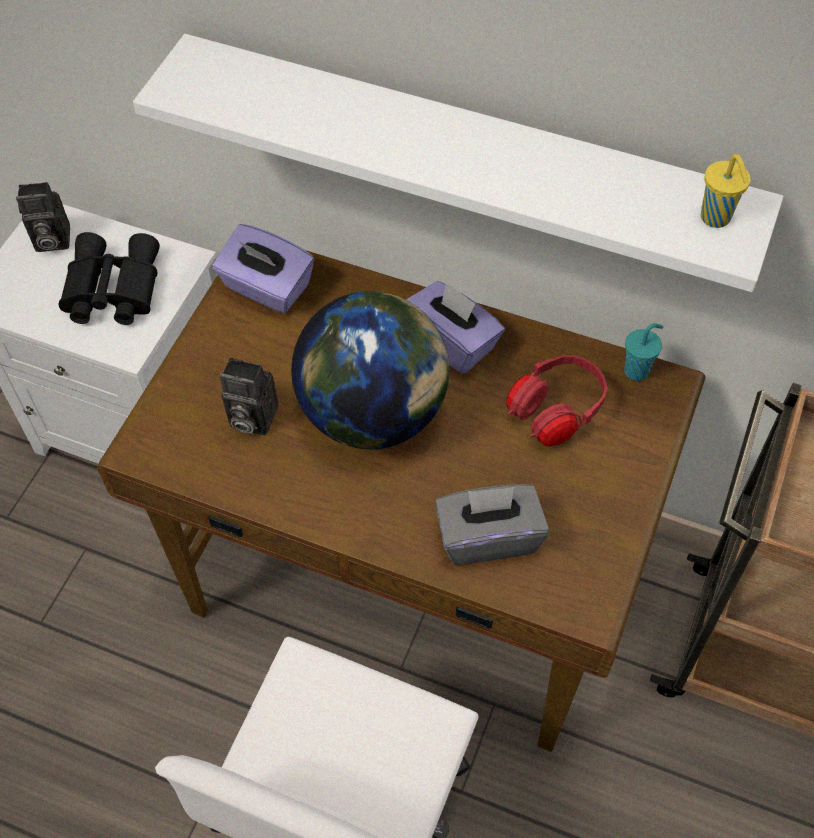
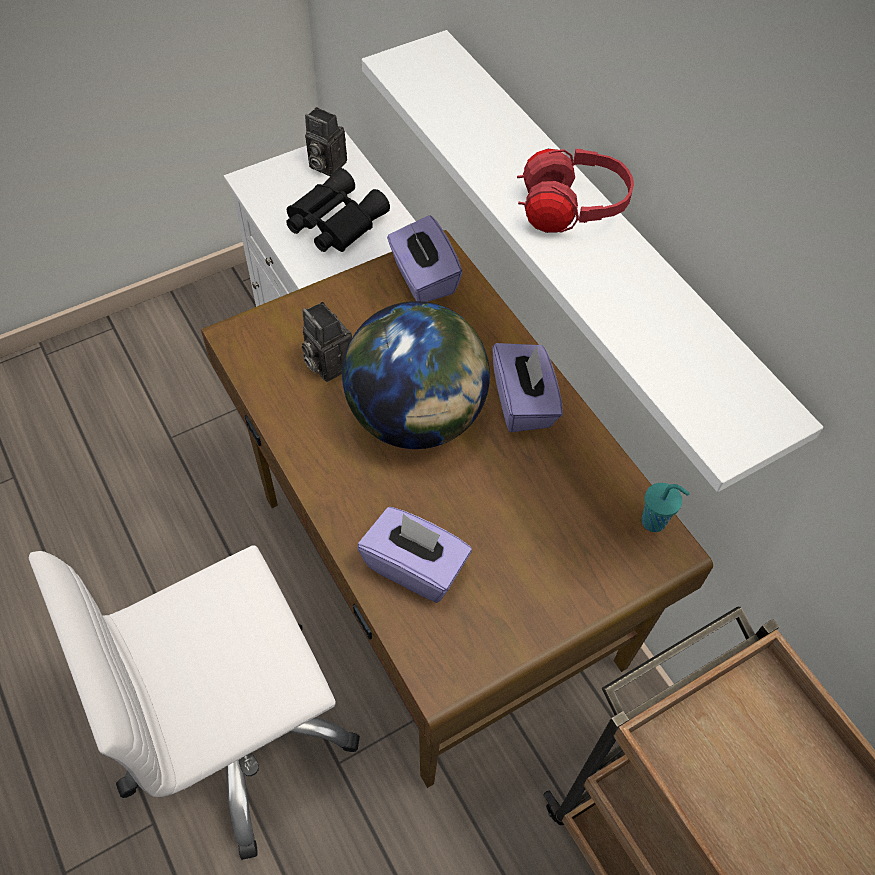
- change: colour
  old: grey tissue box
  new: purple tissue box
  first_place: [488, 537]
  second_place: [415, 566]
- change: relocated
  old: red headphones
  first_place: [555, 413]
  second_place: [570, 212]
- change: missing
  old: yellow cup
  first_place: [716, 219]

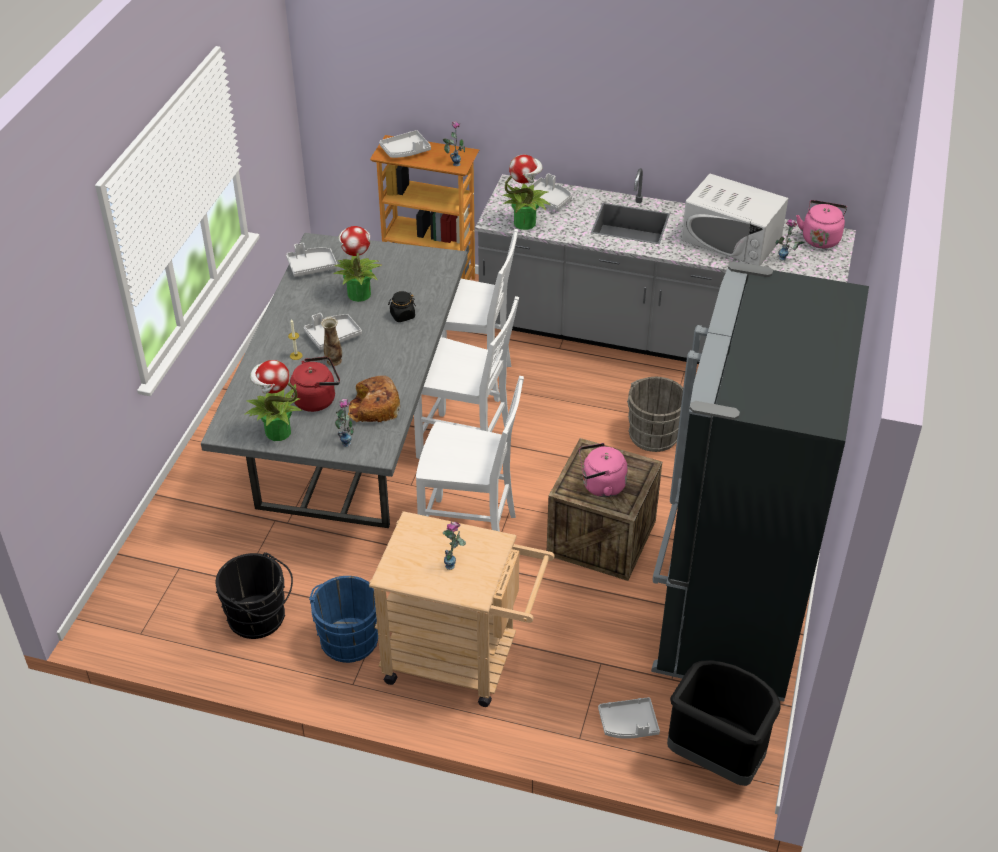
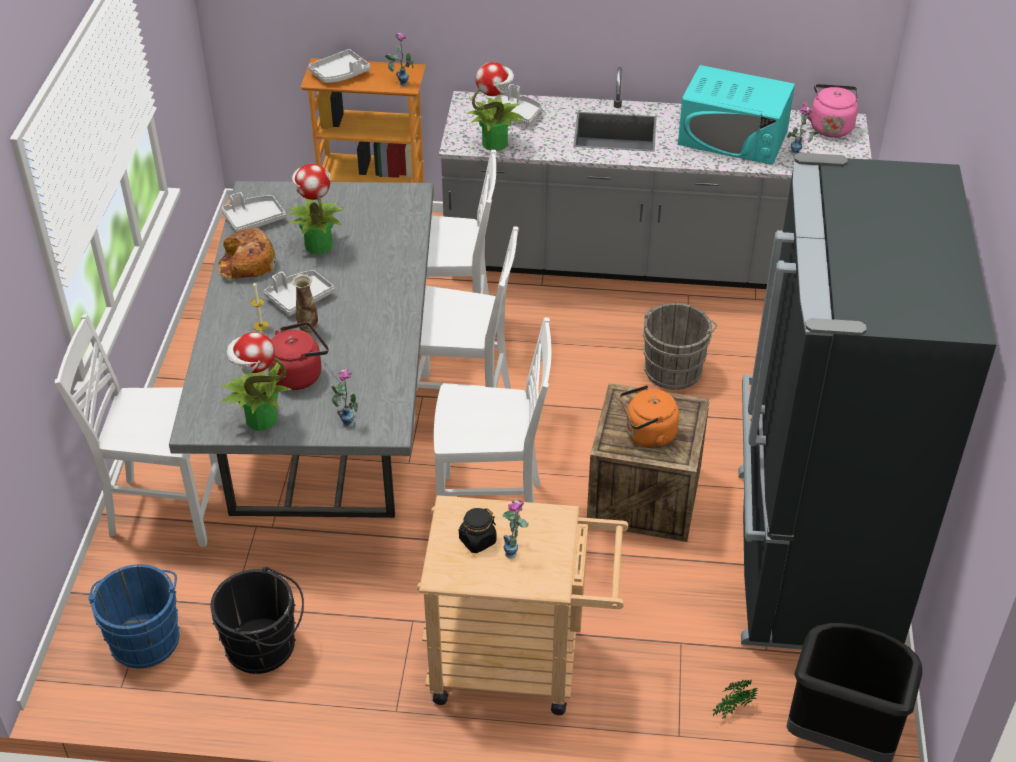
- change: relocated
  old: blue bucket
  first_place: [350, 637]
  second_place: [145, 637]
- change: relocated
  old: bread
  first_place: [374, 408]
  second_place: [246, 264]
- change: relocated
  old: black jar
  first_place: [402, 316]
  second_place: [477, 541]
- change: colour
  old: pink kettle
  new: orange kettle
  first_place: [600, 486]
  second_place: [647, 435]
- change: exchanged
  old: grey tray
  new: potted plant
  first_place: [628, 724]
  second_place: [731, 710]
- change: colour
  old: white microwave
  new: turquoise microwave
  first_place: [731, 239]
  second_place: [733, 137]
- change: appeared
  new: white chair
  second_place: [164, 509]

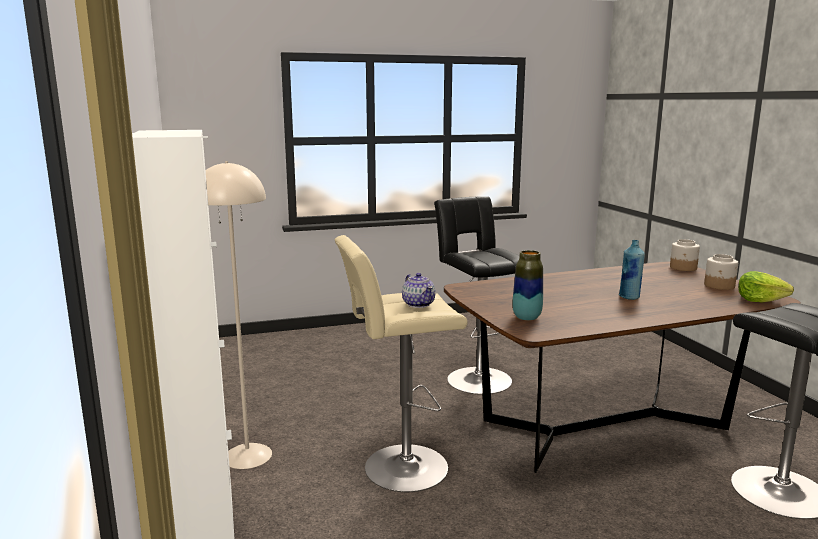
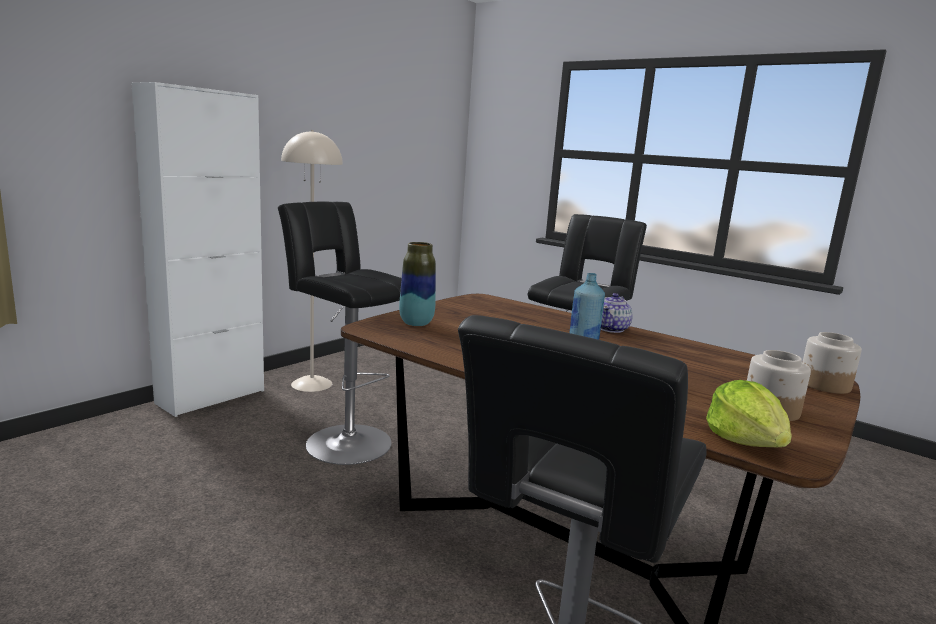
- change: colour
  old: beige stool
  new: black stool
  first_place: [400, 468]
  second_place: [344, 441]
- change: relocated
  old: teapot
  first_place: [418, 304]
  second_place: [611, 329]

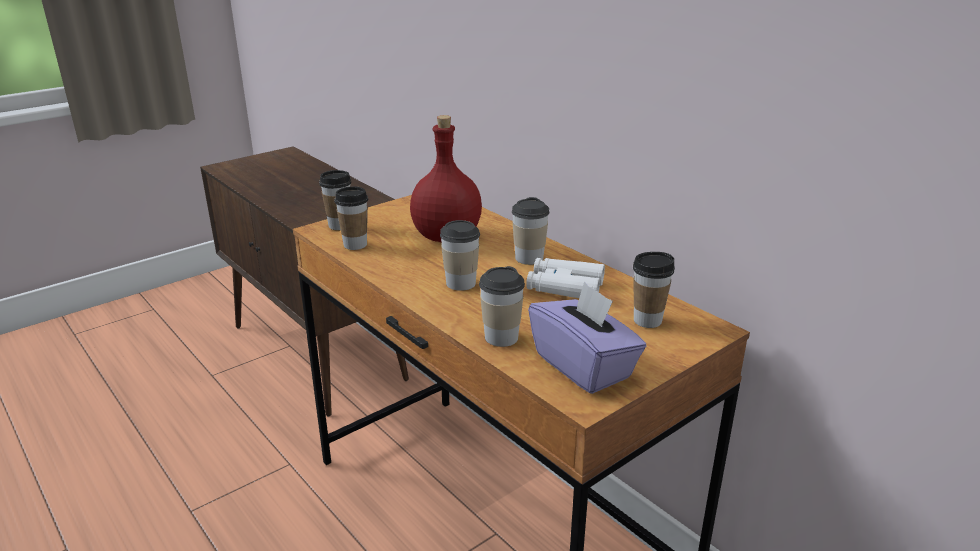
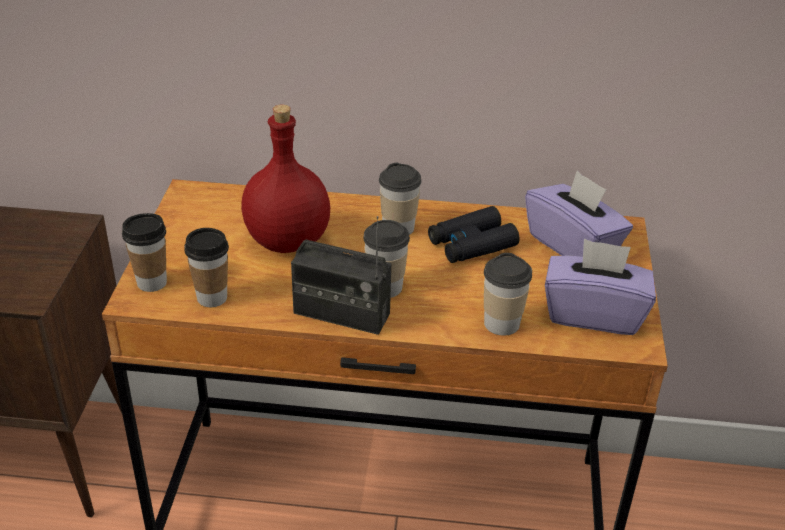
- change: colour
  old: white binoculars
  new: black binoculars
  first_place: [565, 287]
  second_place: [471, 244]
- change: exchanged
  old: cup
  new: purple tissue box
  first_place: [647, 320]
  second_place: [573, 245]
- change: appeared
  new: radio
  second_place: [341, 314]

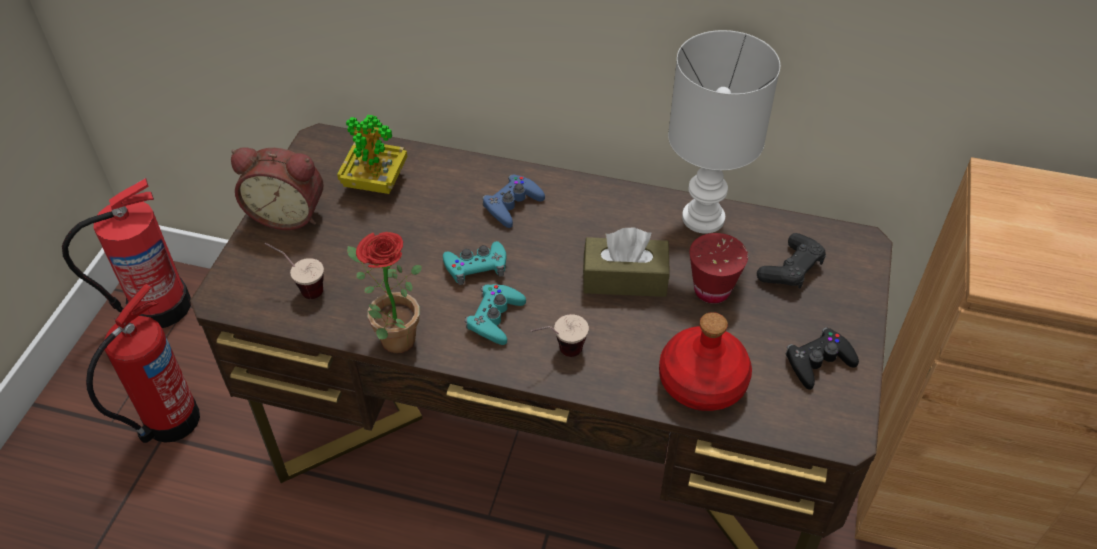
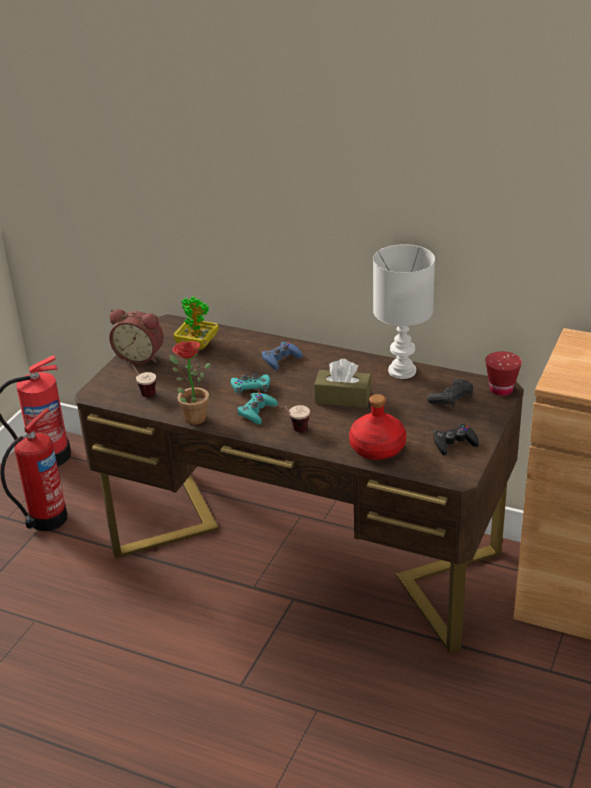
- change: relocated
  old: red cup
  first_place: [712, 290]
  second_place: [501, 390]

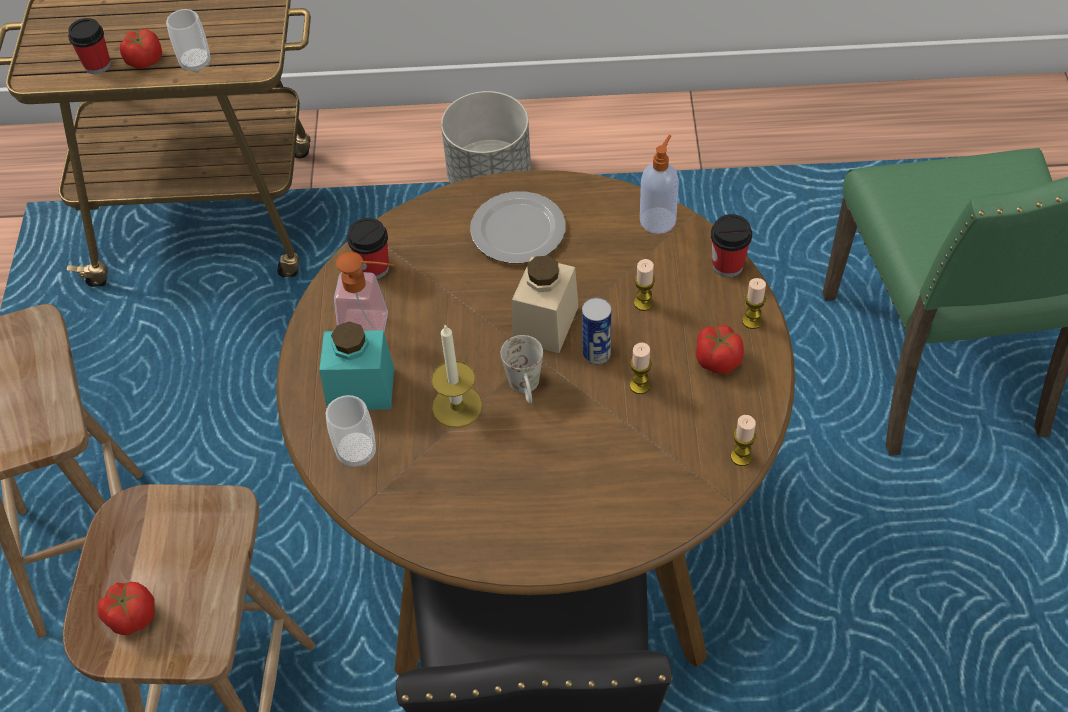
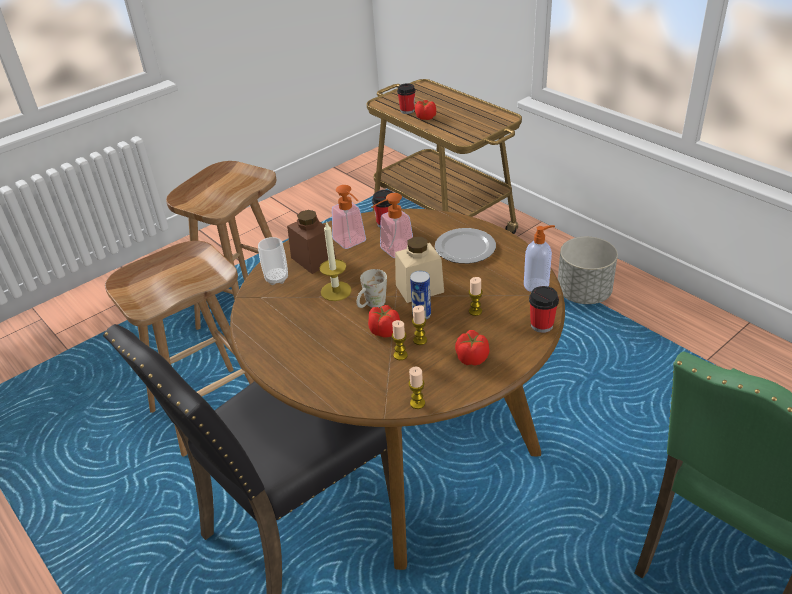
- change: relocated
  old: tomato
  first_place: [132, 616]
  second_place: [384, 330]
- change: missing
  old: cup
  first_place: [195, 63]
- change: colour
  old: turquoise jar
  new: brown jar
  first_place: [361, 389]
  second_place: [313, 259]
- change: relocated
  old: candle
  first_place: [752, 321]
  second_place: [400, 355]
- change: appeared
  new: soap dispenser
  second_place: [392, 251]

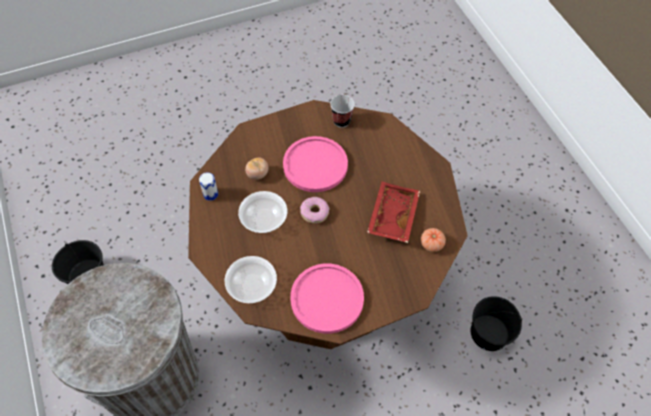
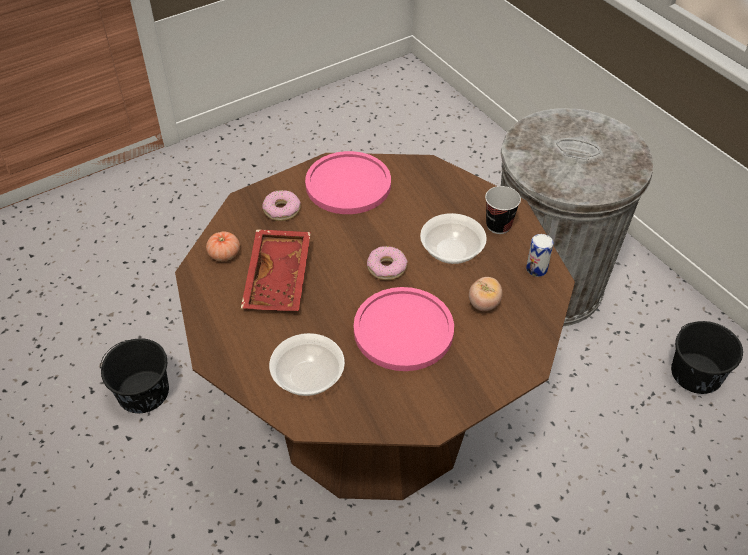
- change: relocated
  old: bowl
  first_place: [252, 286]
  second_place: [307, 376]
- change: relocated
  old: cup
  first_place: [341, 121]
  second_place: [498, 225]
- change: appeared
  new: donut
  second_place: [282, 210]

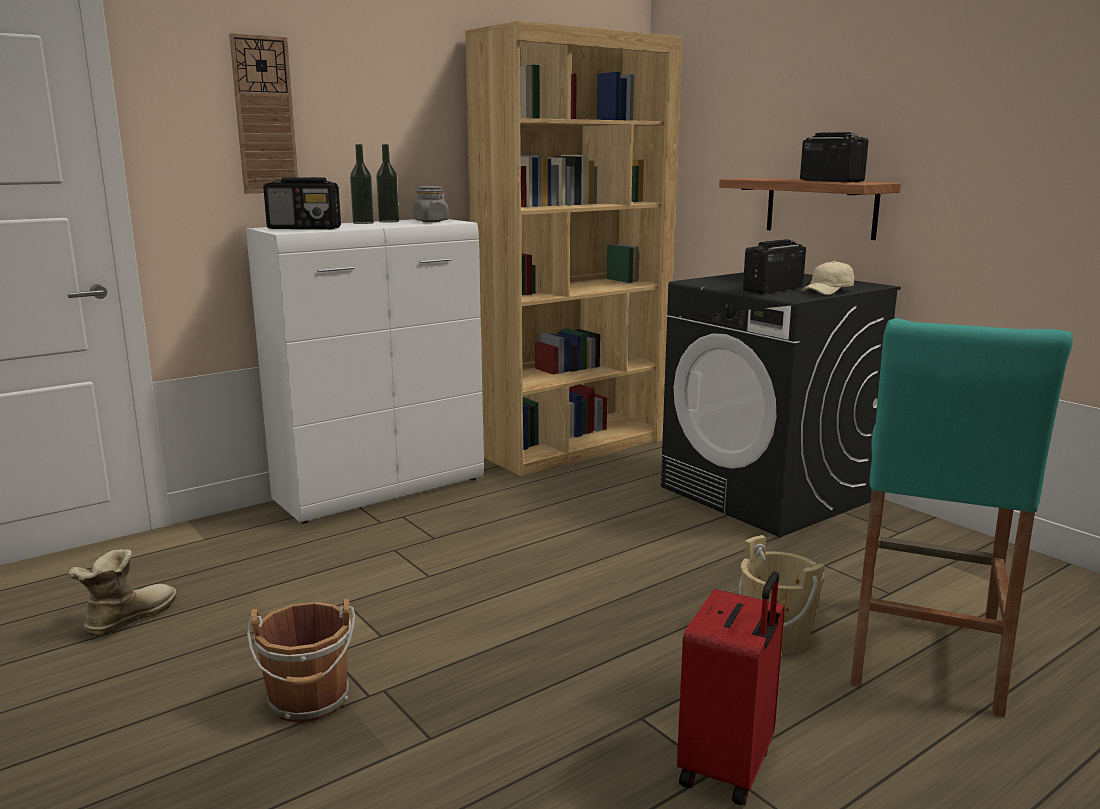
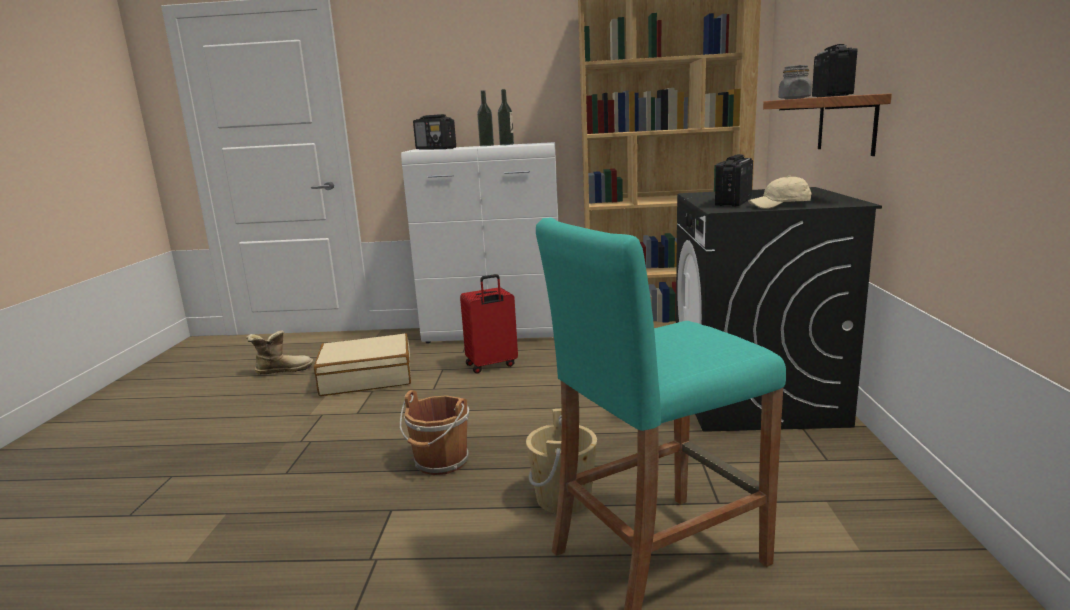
- change: missing
  old: wall clock
  first_place: [264, 115]
- change: relocated
  old: brown bucket
  first_place: [309, 702]
  second_place: [440, 463]
- change: relocated
  old: grey jar
  first_place: [431, 221]
  second_place: [794, 99]
- change: relocated
  old: red suitcase
  first_place: [728, 768]
  second_place: [491, 365]
- change: spun
  old: radio
  first_place: [772, 290]
  second_place: [733, 202]
  degrees: -60
- change: appeared
  new: beige suitcase
  second_place: [367, 378]

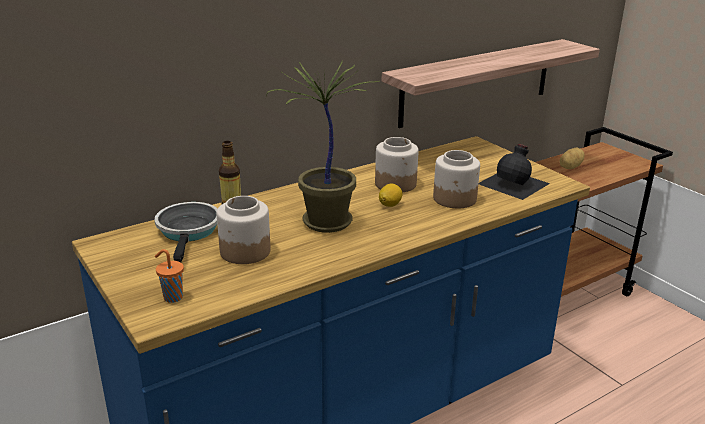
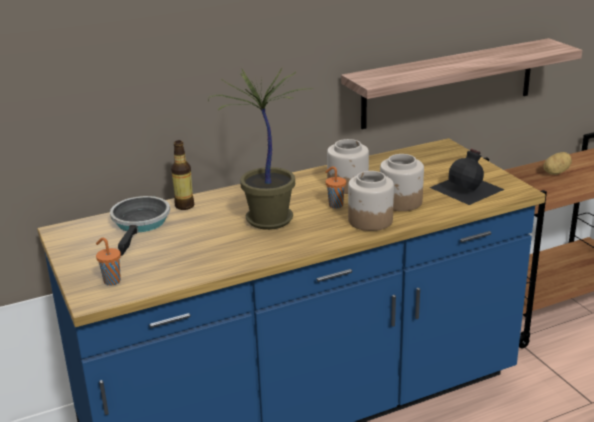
- change: relocated
  old: jar
  first_place: [244, 251]
  second_place: [370, 220]
- change: exchanged
  old: lemon
  new: orange cup
  first_place: [390, 204]
  second_place: [335, 205]

